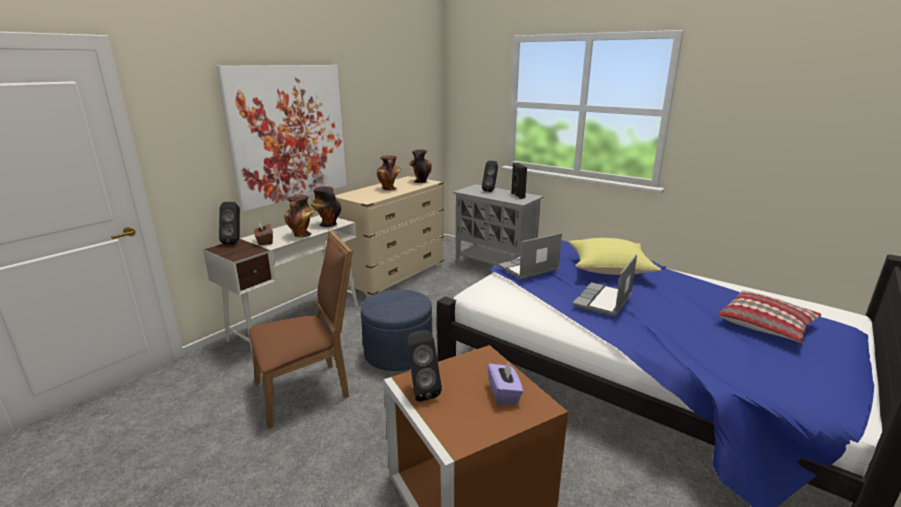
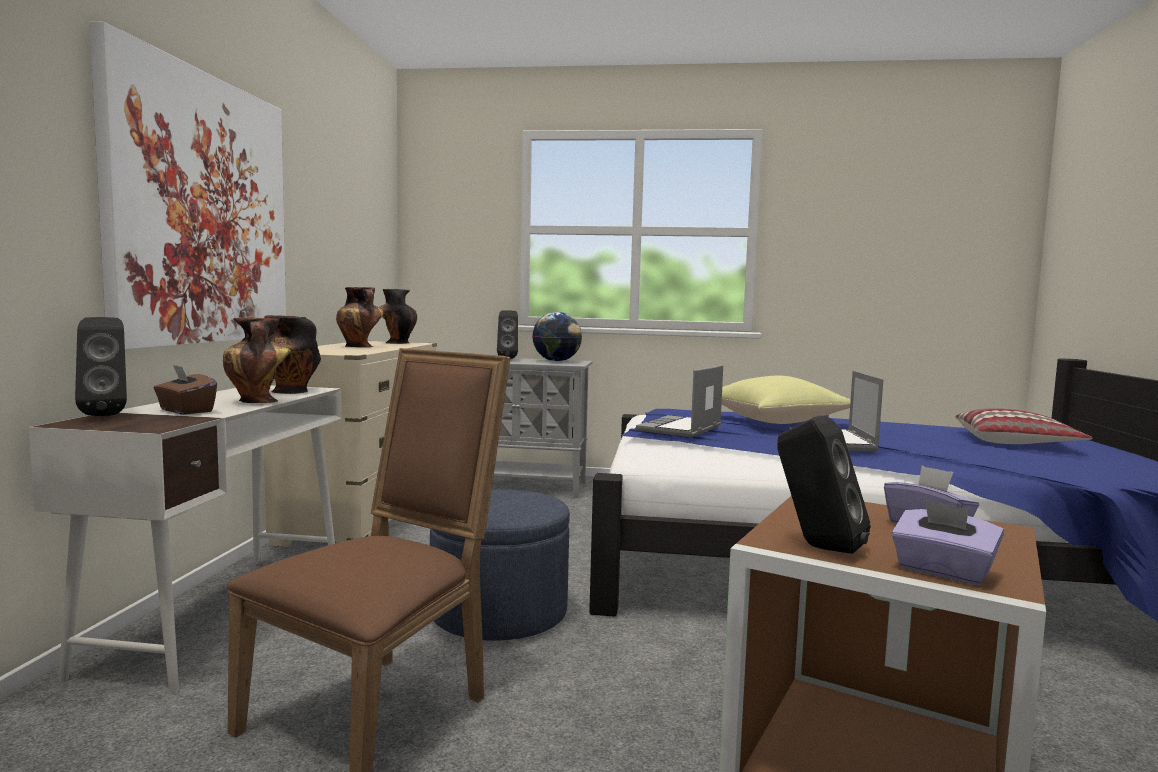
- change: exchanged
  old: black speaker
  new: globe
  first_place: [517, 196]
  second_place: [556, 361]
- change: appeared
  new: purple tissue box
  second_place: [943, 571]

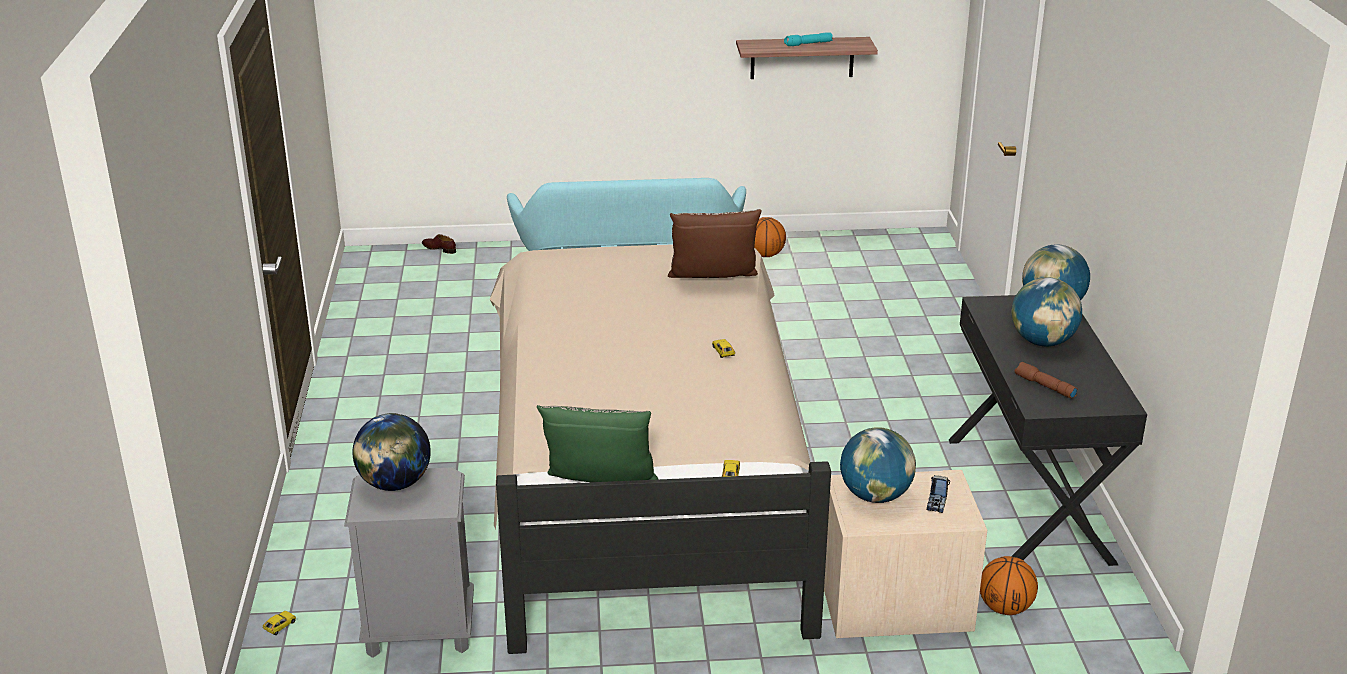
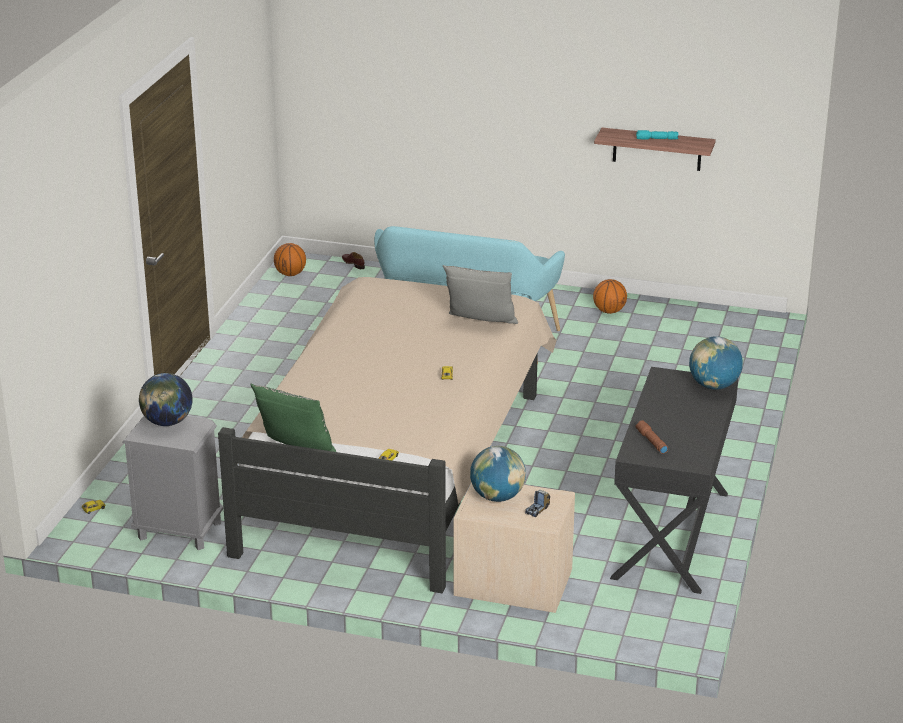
- change: colour
  old: brown pillow
  new: grey pillow
  first_place: [713, 282]
  second_place: [481, 323]
- change: relocated
  old: basketball
  first_place: [1005, 608]
  second_place: [290, 274]
- change: missing
  old: globe
  first_place: [1042, 342]

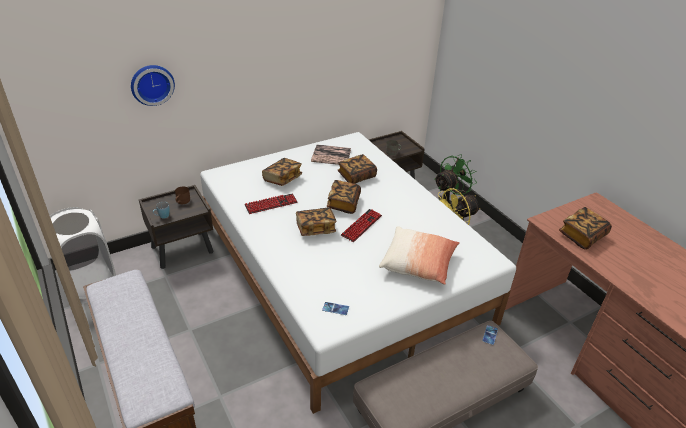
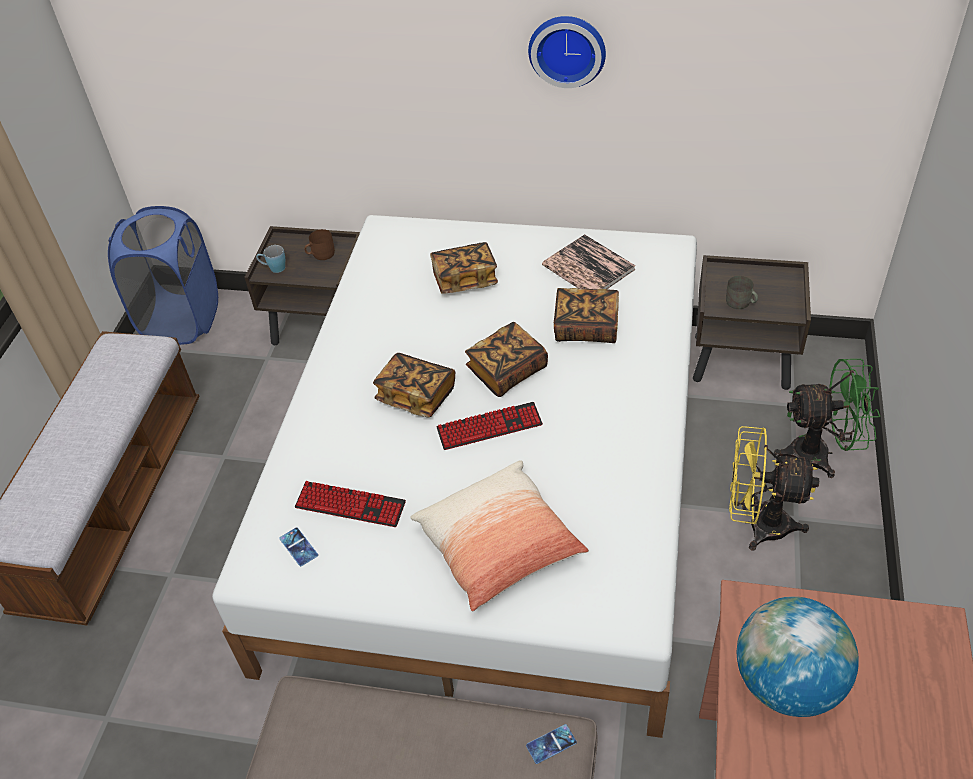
- change: colour
  old: white laundry basket
  new: blue laundry basket
  first_place: [89, 281]
  second_place: [182, 320]
- change: relocated
  old: wall clock
  first_place: [152, 84]
  second_place: [567, 49]
- change: relocated
  old: keyboard
  first_place: [271, 204]
  second_place: [350, 505]
- change: exchanged
  old: book
  new: globe
  first_place: [582, 236]
  second_place: [787, 682]

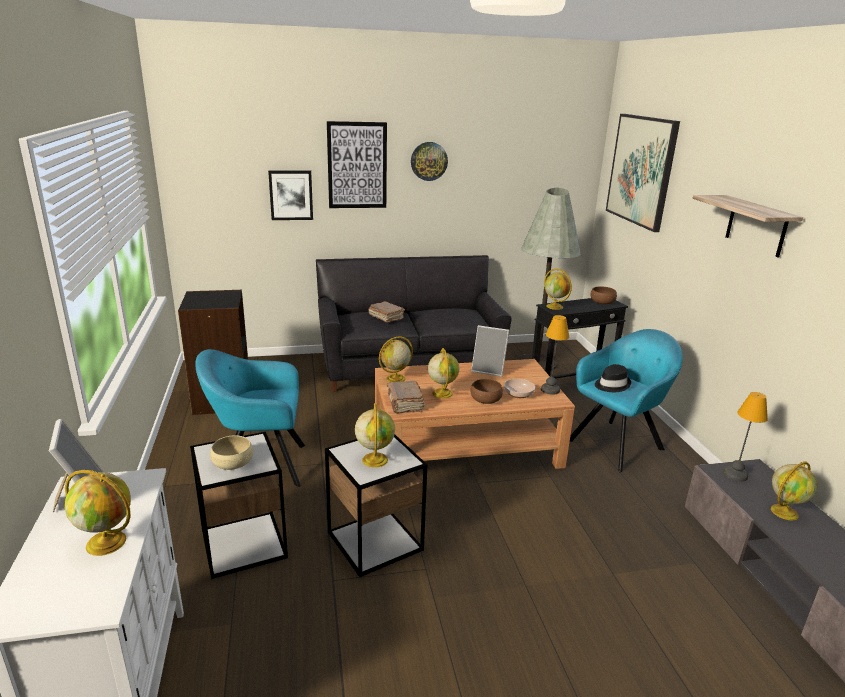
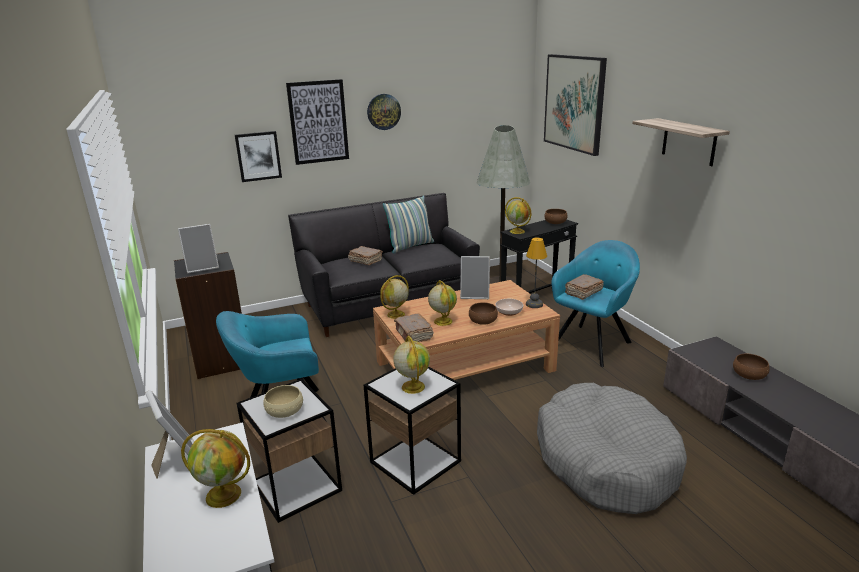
- change: exchanged
  old: black hat
  new: brown book
  first_place: [611, 385]
  second_place: [583, 292]
- change: missing
  old: table lamp
  first_place: [734, 474]
- change: exchanged
  old: globe
  new: brown bowl
  first_place: [784, 511]
  second_place: [749, 374]
- change: appeared
  new: picture frame
  second_place: [202, 267]
- change: appeared
  new: pillow
  second_place: [410, 246]
- change: appeared
  new: grey dog bed
  second_place: [605, 460]

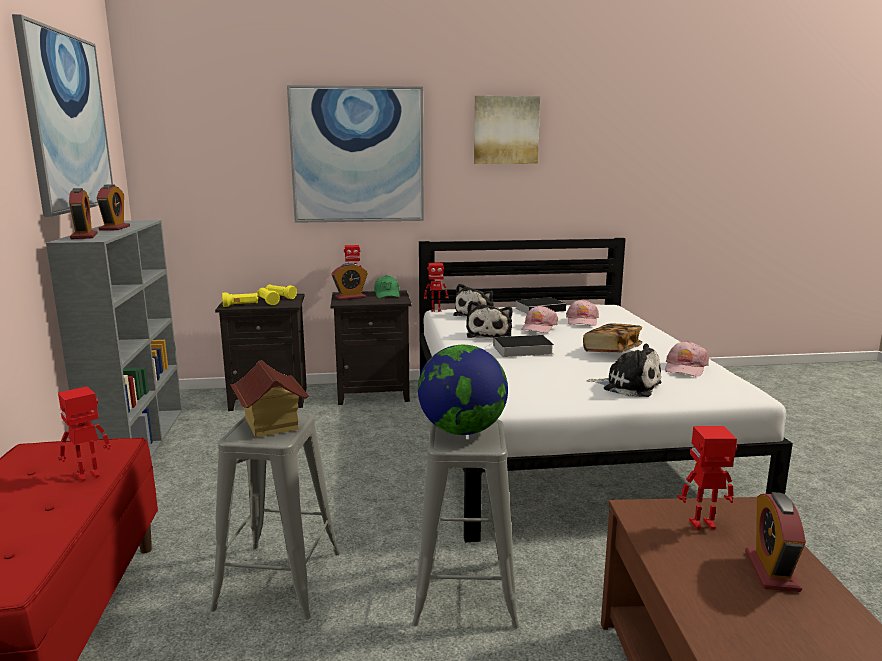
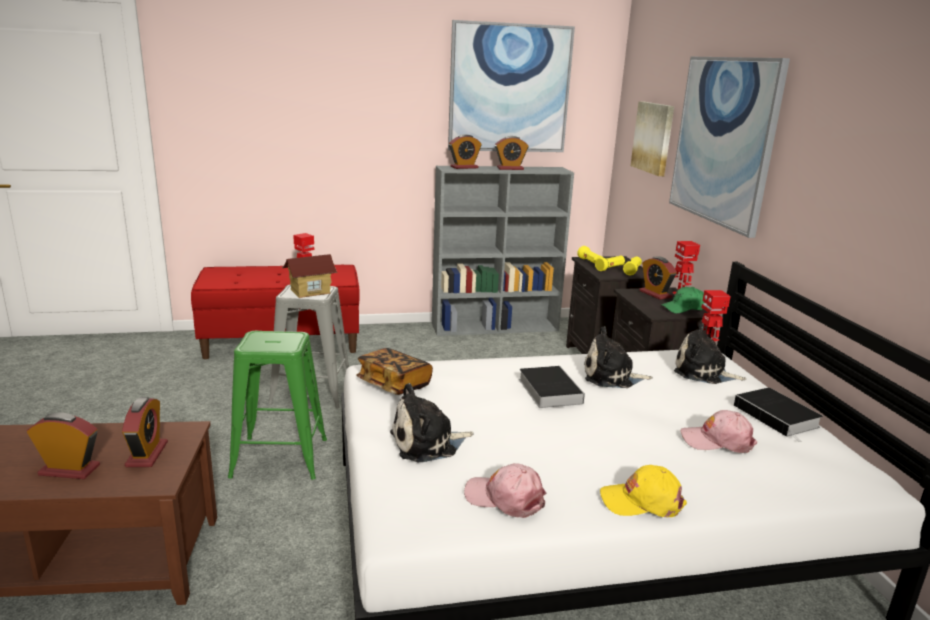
- change: colour
  old: grey stool
  new: green stool
  first_place: [465, 590]
  second_place: [280, 458]
- change: missing
  old: globe
  first_place: [462, 431]
- change: relocated
  old: picture
  first_place: [506, 130]
  second_place: [653, 137]
- change: missing
  old: pink cap
  first_place: [538, 327]
- change: relocated
  old: book
  first_place: [612, 351]
  second_place: [394, 384]
- change: spun
  old: plush toy
  first_place: [628, 386]
  second_place: [428, 443]
  degrees: 45
- change: exchanged
  old: toy robot
  new: alarm clock
  first_place: [703, 525]
  second_place: [147, 454]
- change: appeared
  new: yellow cap
  second_place: [642, 501]

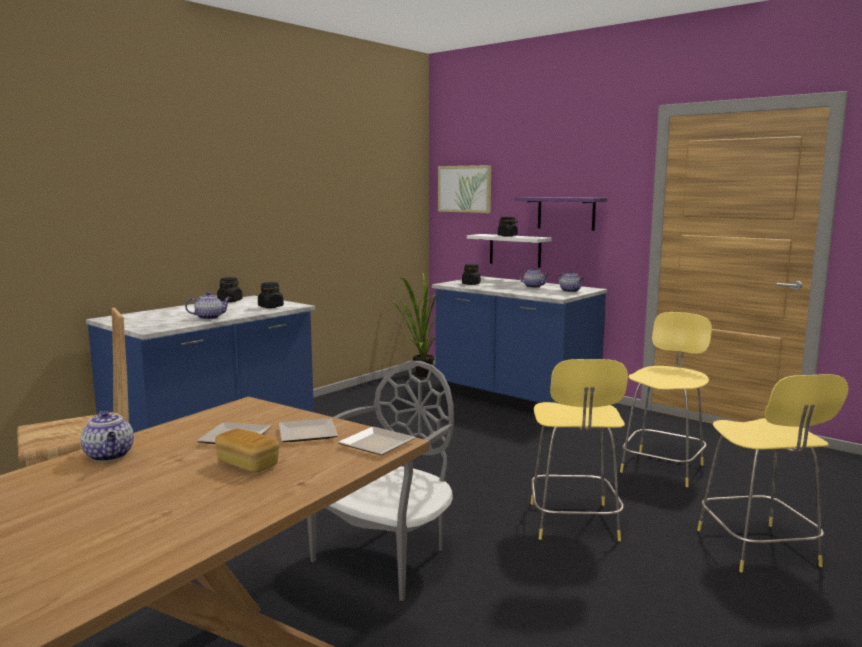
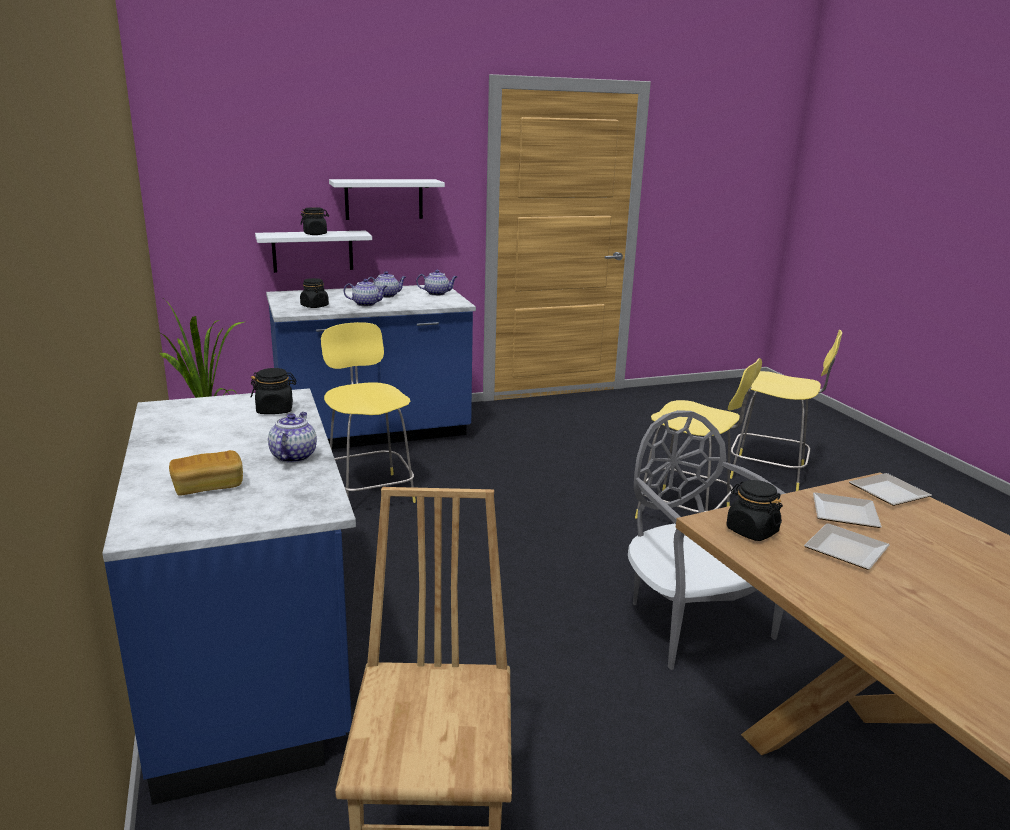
- change: relocated
  old: teapot
  first_place: [110, 456]
  second_place: [366, 304]
- change: relocated
  old: bread
  first_place: [247, 464]
  second_place: [208, 487]
- change: relocated
  old: black jar
  first_place: [230, 301]
  second_place: [751, 531]
- change: missing
  old: picture
  first_place: [464, 189]
- change: colour
  old: purple shelf
  new: white shelf
  first_place: [566, 213]
  second_place: [384, 199]
- change: relocated
  old: yellow stool
  first_place: [663, 467]
  second_place: [369, 492]

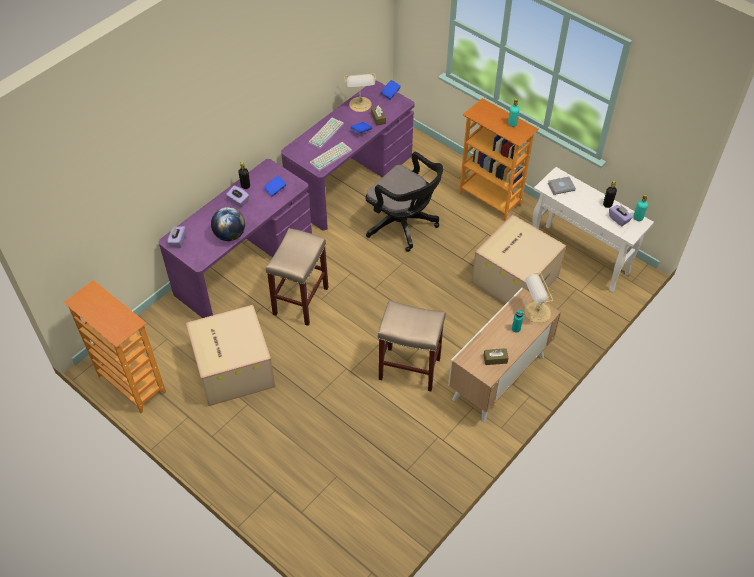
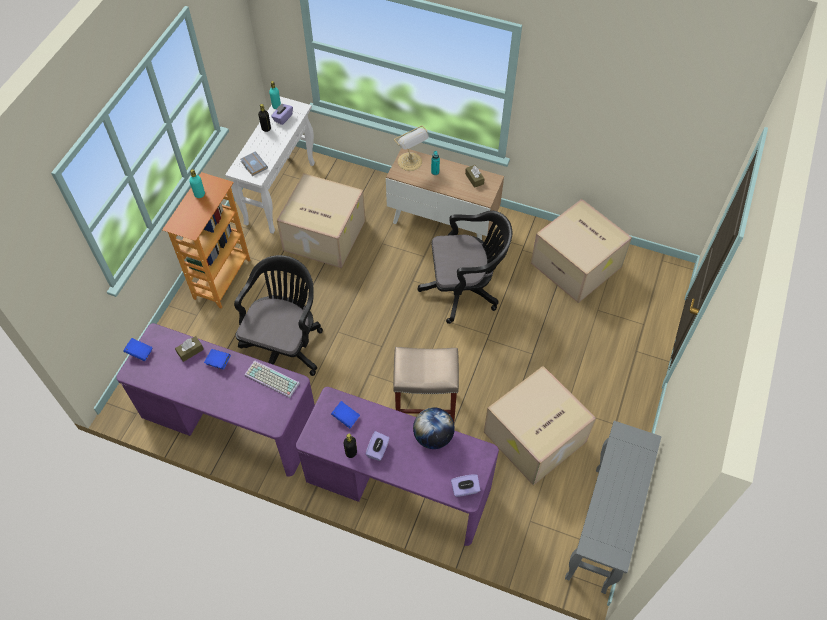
- change: exchanged
  old: bookcase
  new: grey console table
  first_place: [131, 384]
  second_place: [600, 529]
- change: missing
  old: keyboard
  first_place: [326, 132]
- change: missing
  old: table lamp
  first_place: [360, 105]
- change: exchanged
  old: beige stool
  new: black office chair
  first_place: [408, 369]
  second_place: [464, 289]
- change: appeared
  new: cardboard box
  second_place: [577, 265]

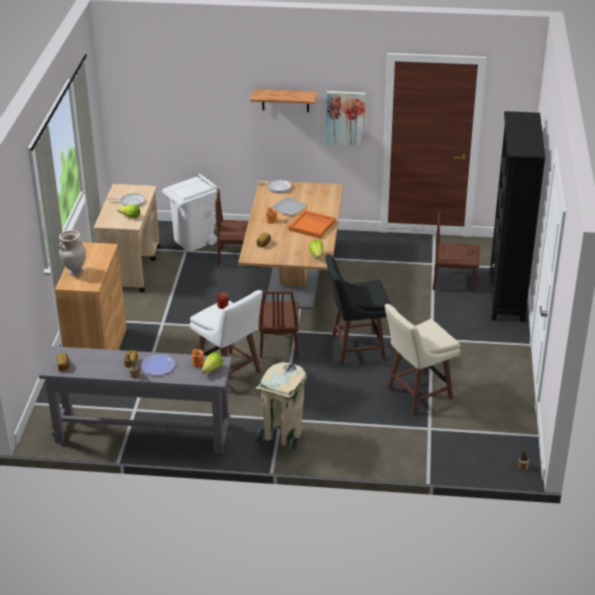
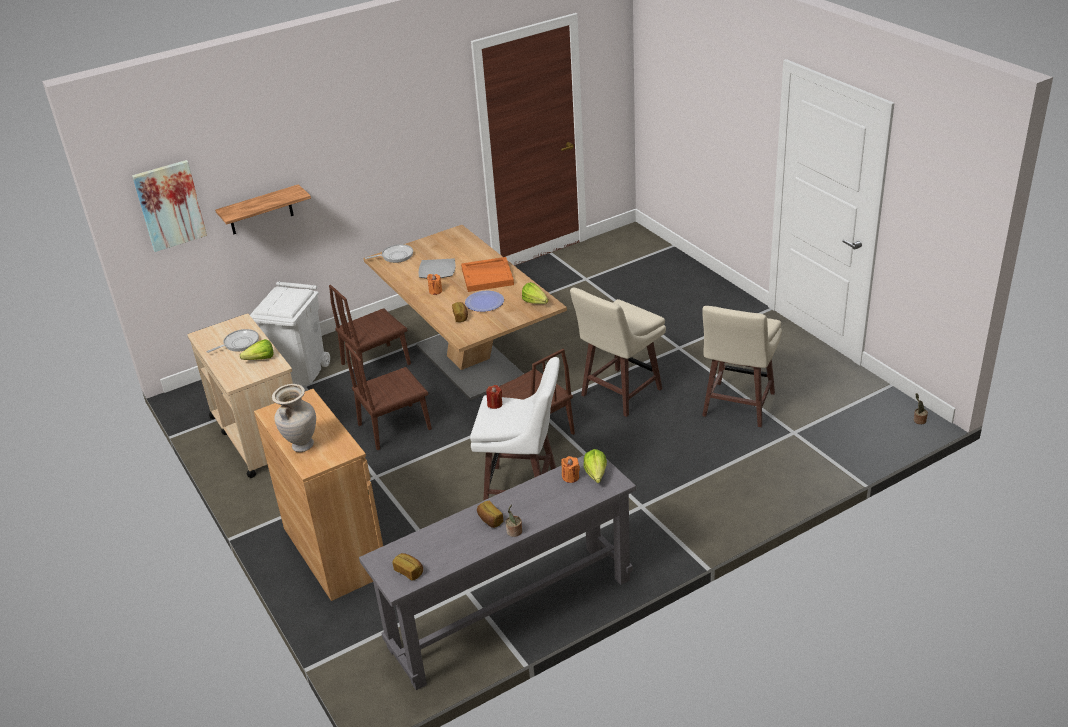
- change: relocated
  old: plate
  first_place: [158, 365]
  second_place: [484, 302]
- change: relocated
  old: shelf
  first_place: [285, 100]
  second_place: [260, 210]
- change: missing
  old: beige trash can
  first_place: [282, 437]
- change: colour
  old: black stool
  new: beige stool
  first_place: [355, 348]
  second_place: [619, 393]
- change: relocated
  old: picture
  first_place: [345, 118]
  second_place: [169, 205]
- change: relocated
  old: brown chair
  first_place: [454, 281]
  second_place: [394, 427]
- change: missing
  old: black bookcase
  first_place: [506, 297]

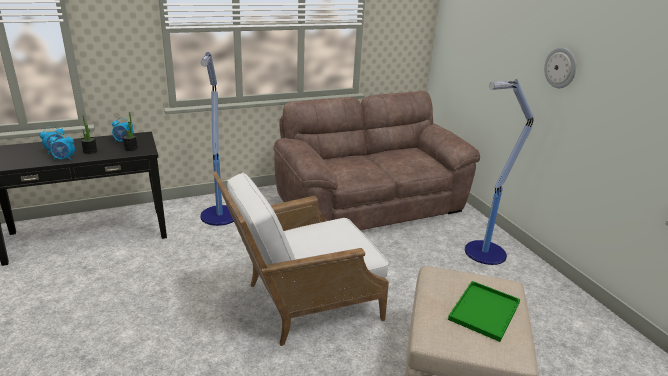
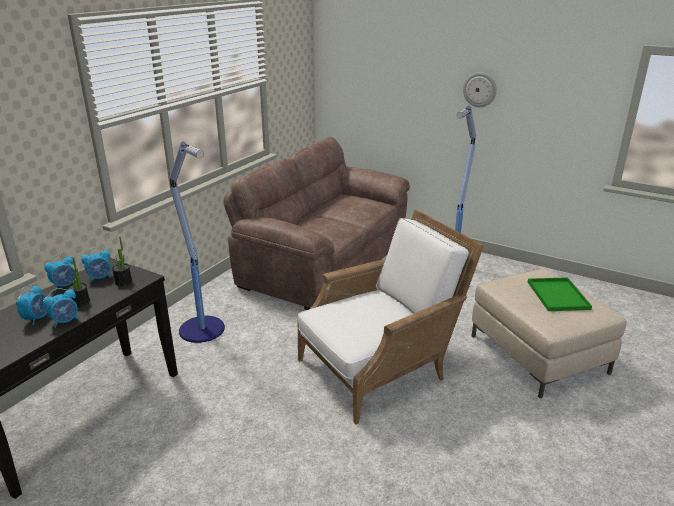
- change: spun
  old: white armchair
  first_place: [302, 303]
  second_place: [381, 366]
  degrees: -150
- change: appeared
  new: alarm clock
  second_place: [65, 286]

